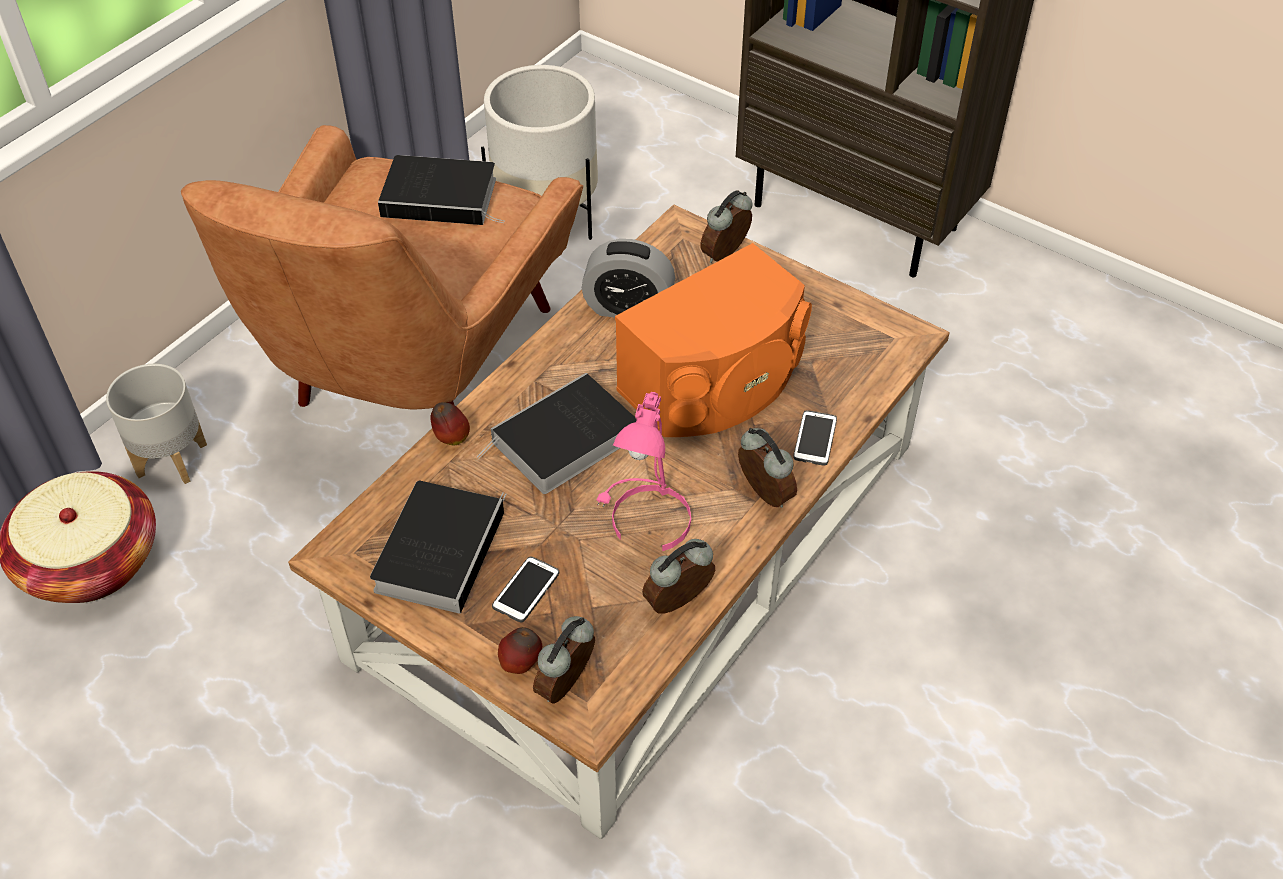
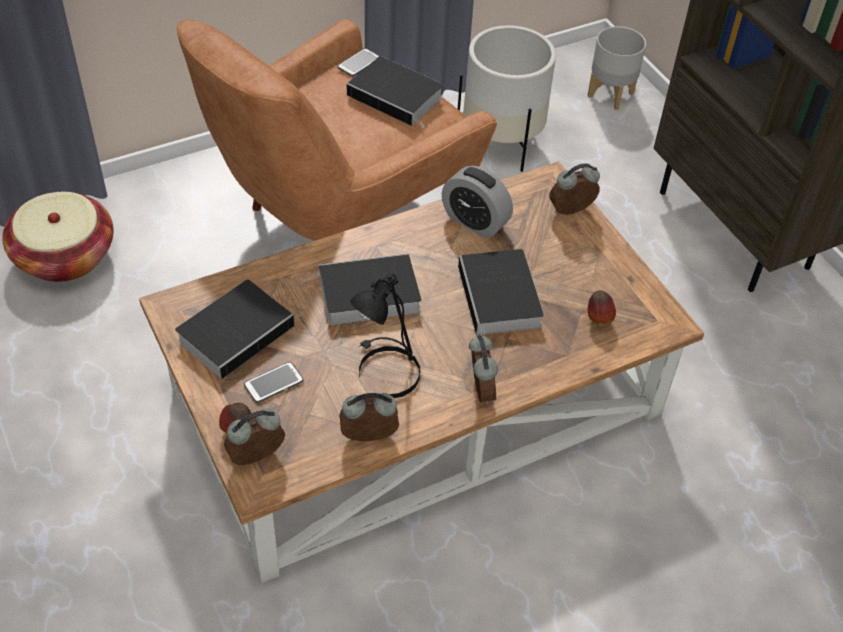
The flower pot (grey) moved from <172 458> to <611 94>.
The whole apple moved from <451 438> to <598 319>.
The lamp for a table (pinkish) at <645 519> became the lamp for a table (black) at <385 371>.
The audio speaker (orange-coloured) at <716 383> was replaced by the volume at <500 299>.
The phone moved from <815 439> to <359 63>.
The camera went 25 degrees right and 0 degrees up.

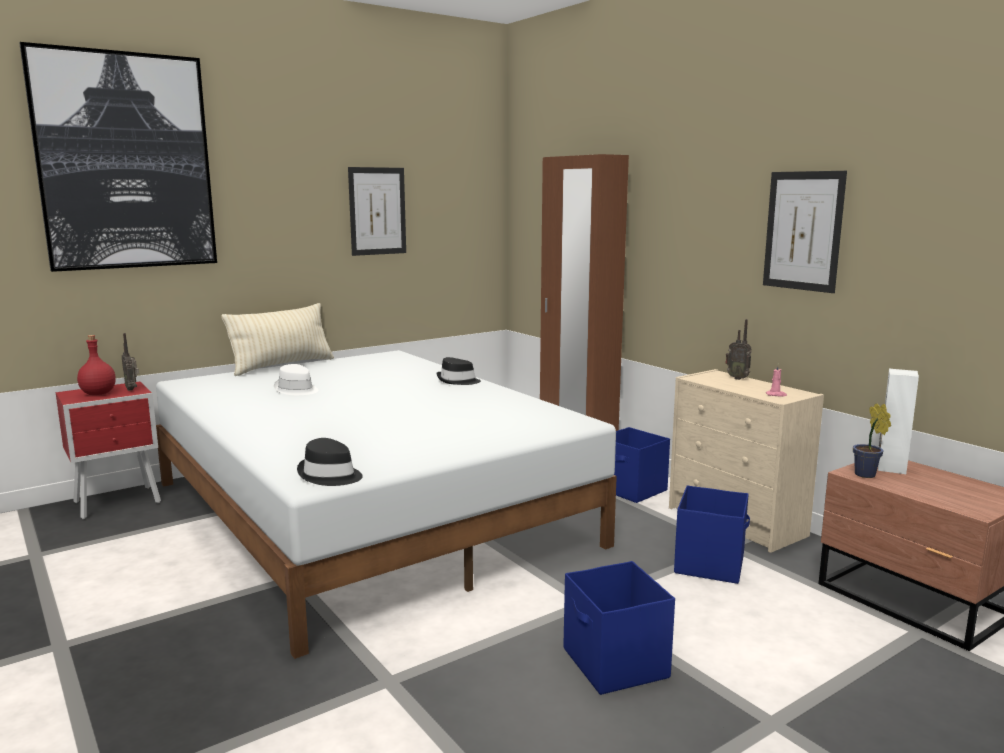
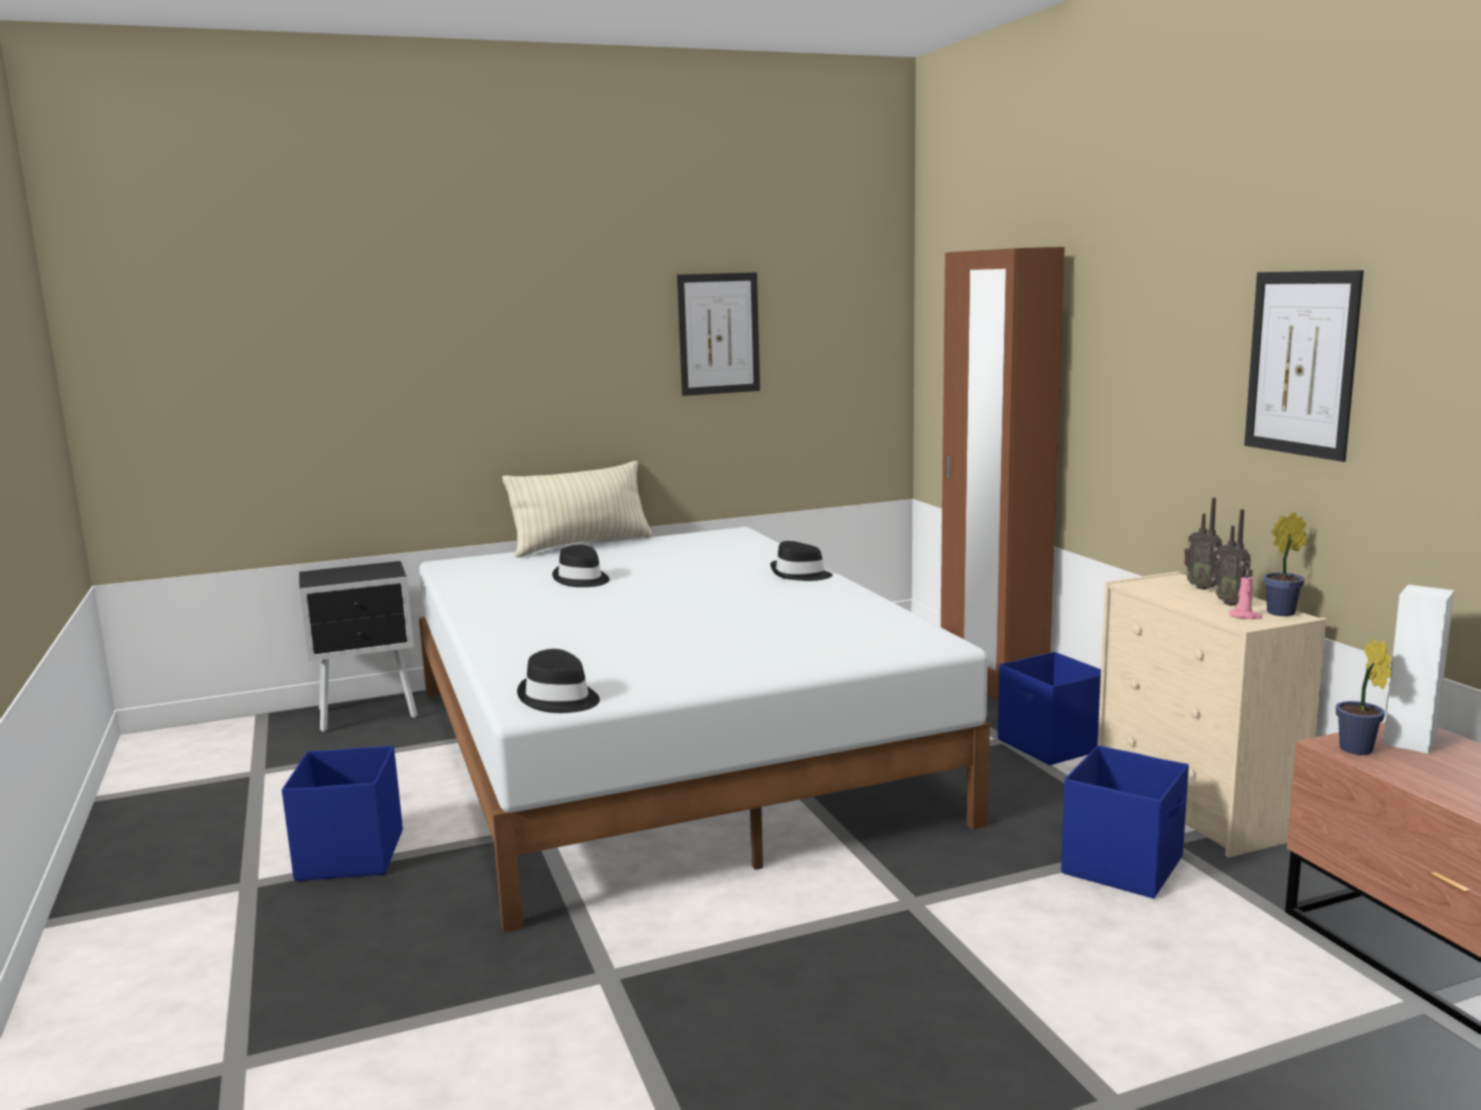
The picture at <125 162> disappeared.
The bedside table (red) at <119 503> became the bedside table (black) at <370 714>.
The bottle (red) at <98 394> disappeared.
The radio receiver moved from <132 389> to <1231 603>.
The wearable hat (whitish) at <296 390> became the wearable hat (black) at <581 580>.
The storage container (blue-coloured) moved from <615 664> to <349 856>.
The houseplant at <1284 612> appeared.
The camera went 15 degrees right and 0 degrees up.

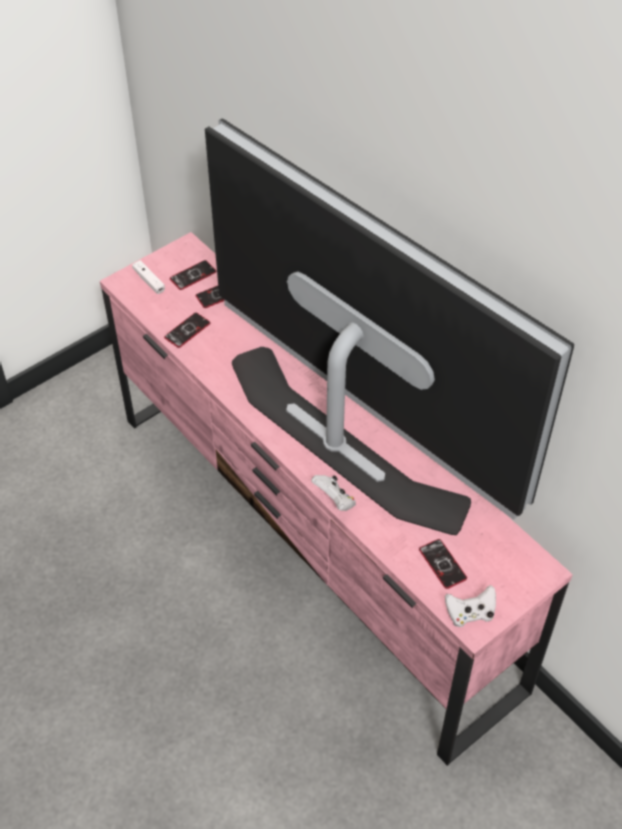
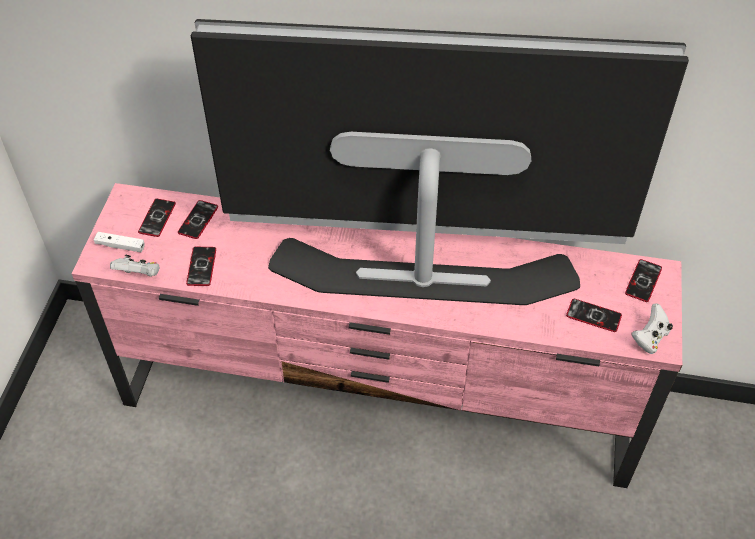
The gamepad (whitish) moved from <335 500> to <139 275>.
The phone at <643 281> appeared.
The camera went 40 degrees left and 0 degrees up.

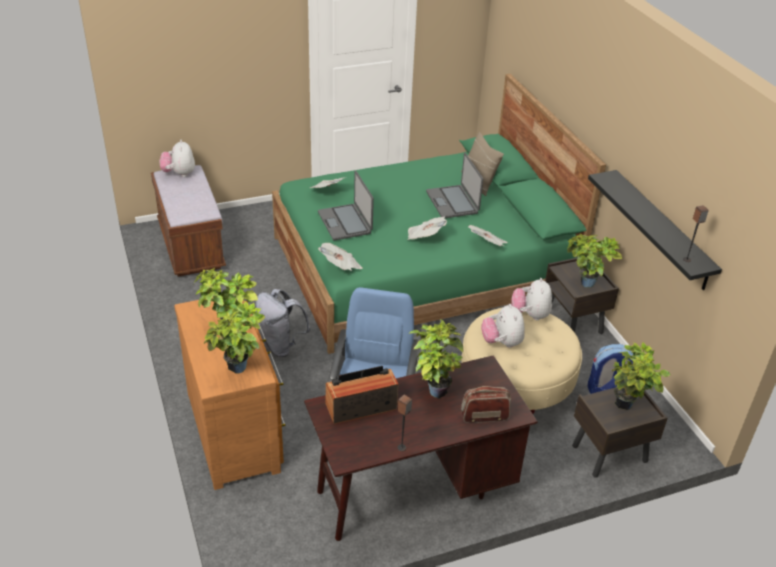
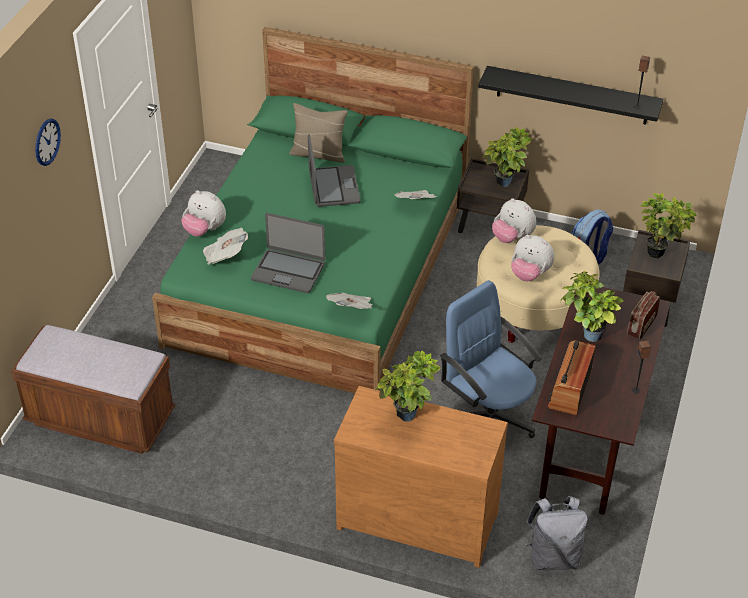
The plush toy moved from <179 174> to <205 230>.
The houseplant at <239 371> disappeared.
The rucksack (grey) moved from <280 345> to <553 557>.
The newspaper at <425 237> disappeared.
The notebook computer at <453 202> turned 120 degrees counterclockwise.
The wall clock at <47 142> appeared.
The camera went 50 degrees left and 5 degrees up.

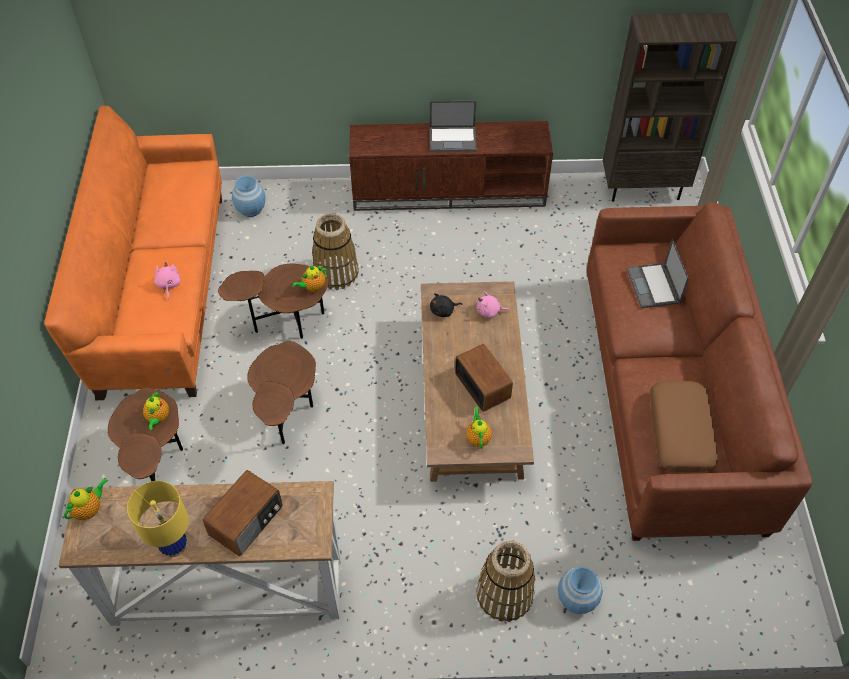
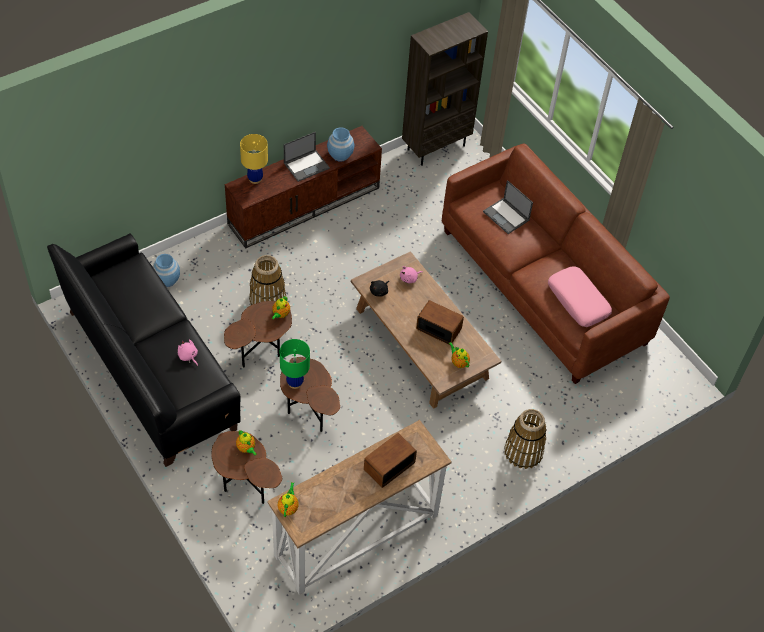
The sofa (orange-coloured) at <163 292> became the sofa (black) at <151 370>.
The lamp for a table (yellowish) moved from <174 546> to <255 179>.
The radio receiver at <247 521> turned 135 degrees counterclockwise.
The flower vase (blue-coloured) moved from <576 599> to <340 155>.
The pillow (brown-coloured) at <681 432> became the pillow (pinkish) at <578 301>.
The lamp for a table (green) at <294 383> appeared.
The camera went 35 degrees left and 0 degrees up.

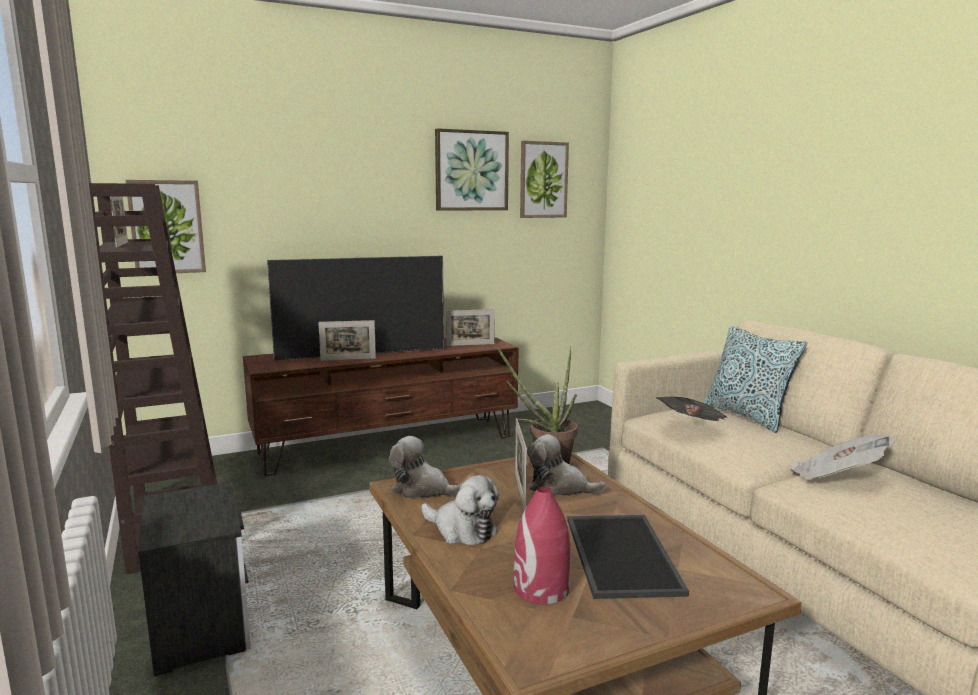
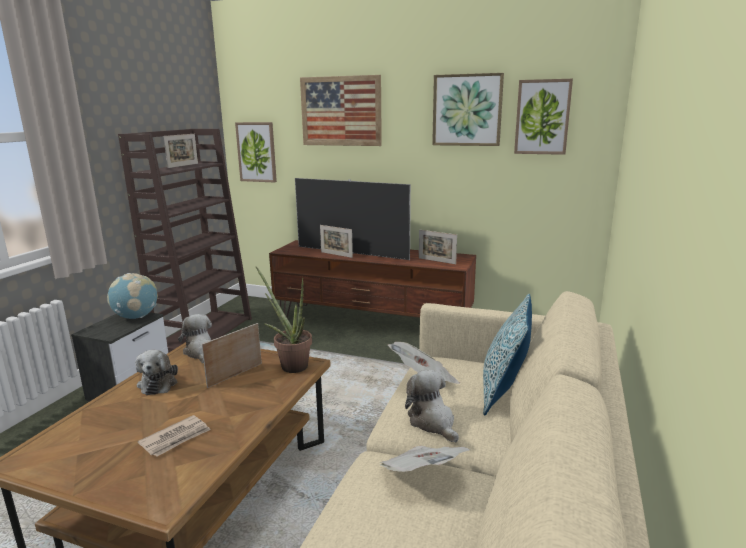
The flower vase (red) at <541 589> disappeared.
The plush toy moved from <560 487> to <432 422>.
The serving tray at <618 553> was replaced by the newspaper at <176 438>.
The globe at <136 317> appeared.
The picture at <341 111> appeared.
The camera went 45 degrees right and 5 degrees up.

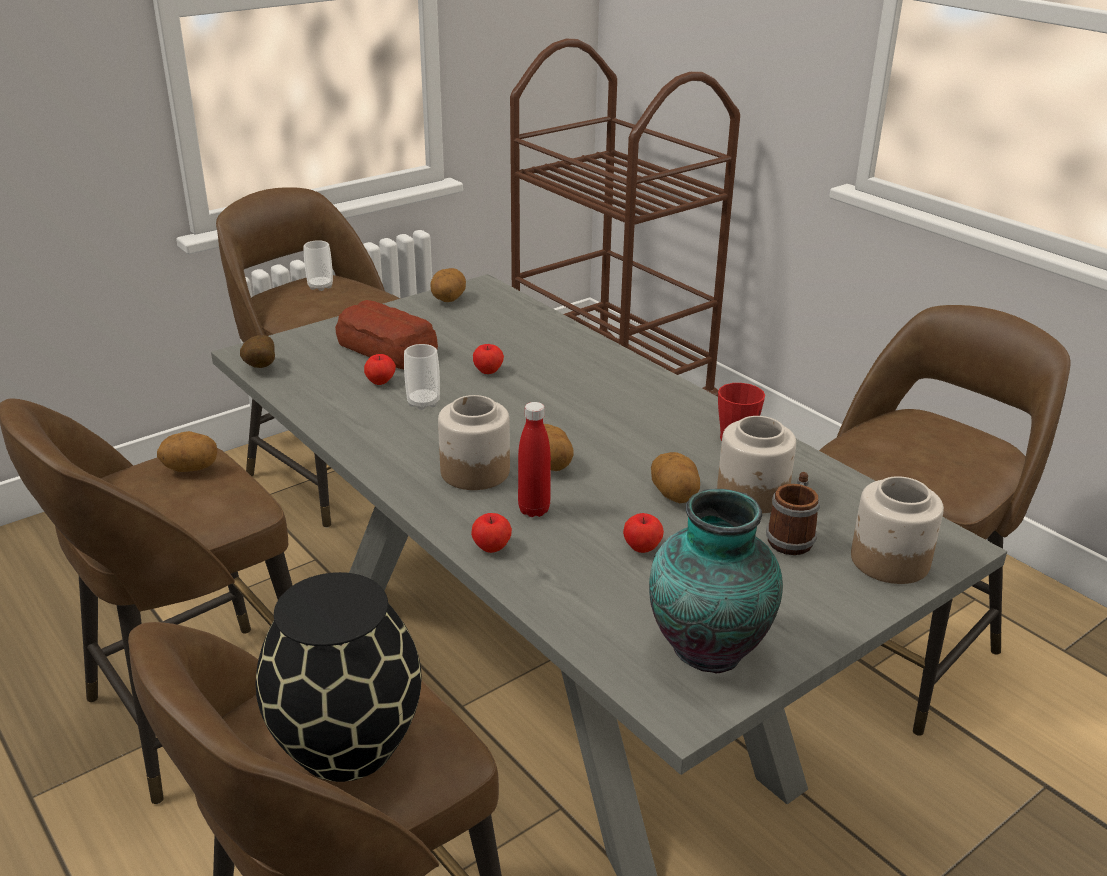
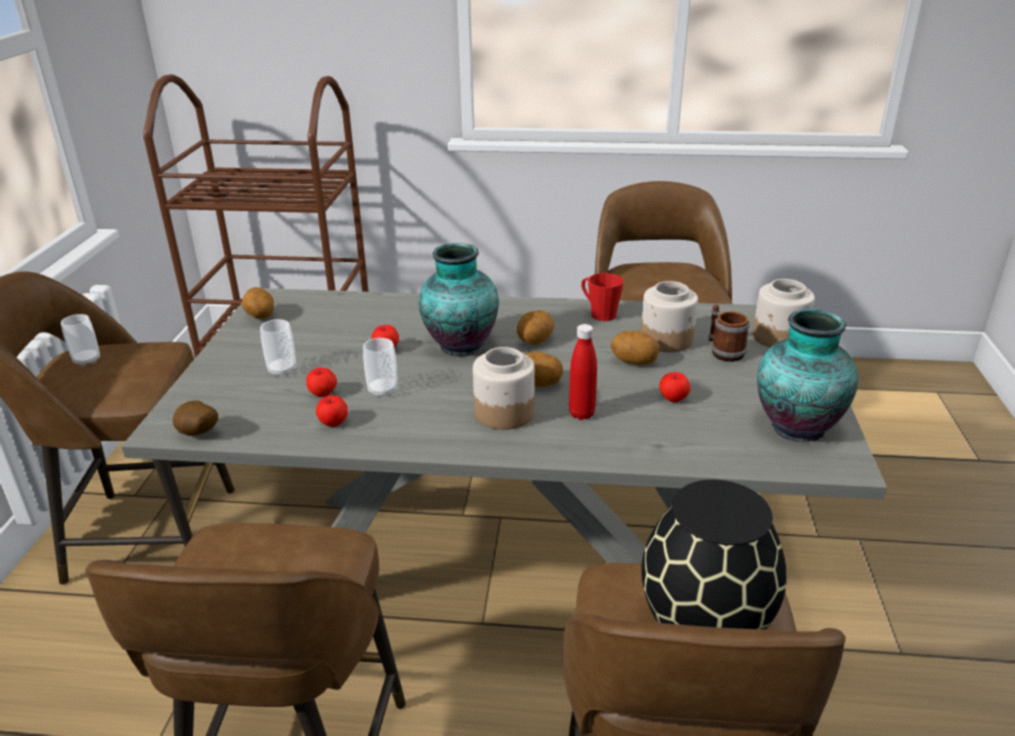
The potato moved from <191 468> to <534 341>.
The bread at <387 350> was replaced by the drinking cup at <282 370>.
The whole apple moved from <492 547> to <333 423>.
The flower vase at <459 346> appeared.
The camera went 45 degrees left and 0 degrees up.

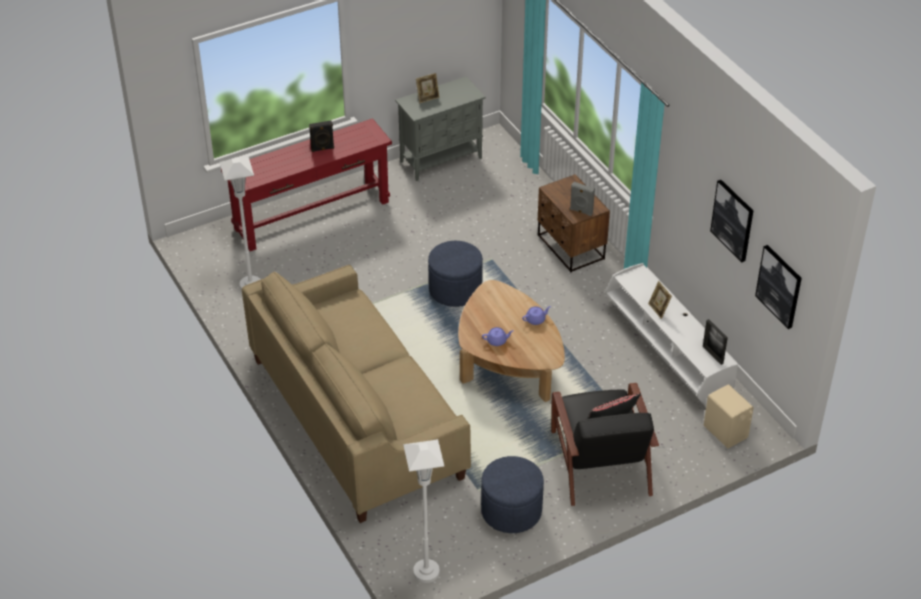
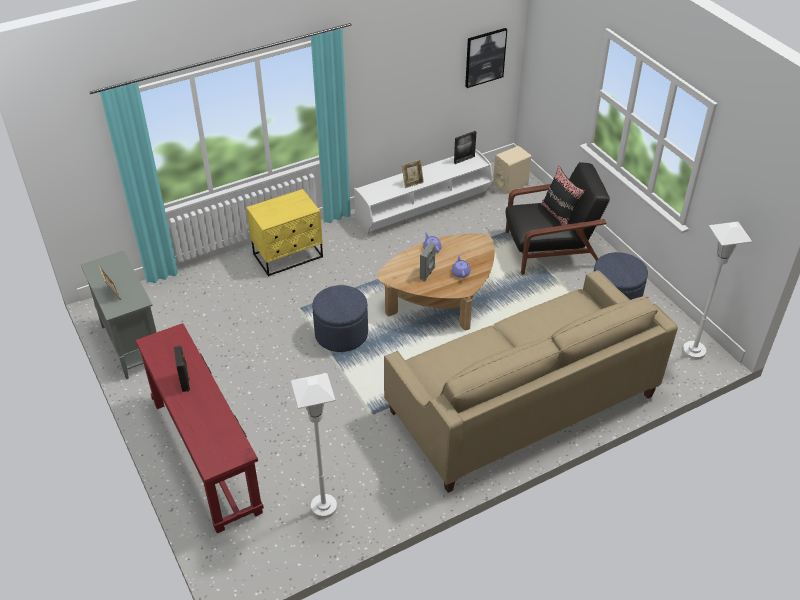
The bedside table (brown-coloured) at <570 248> became the bedside table (yellowish) at <288 256>.
The audio speaker (grey) moved from <581 211> to <427 273>.
The picture at <733 220> disappeared.
The camera went 90 degrees left and 0 degrees up.

